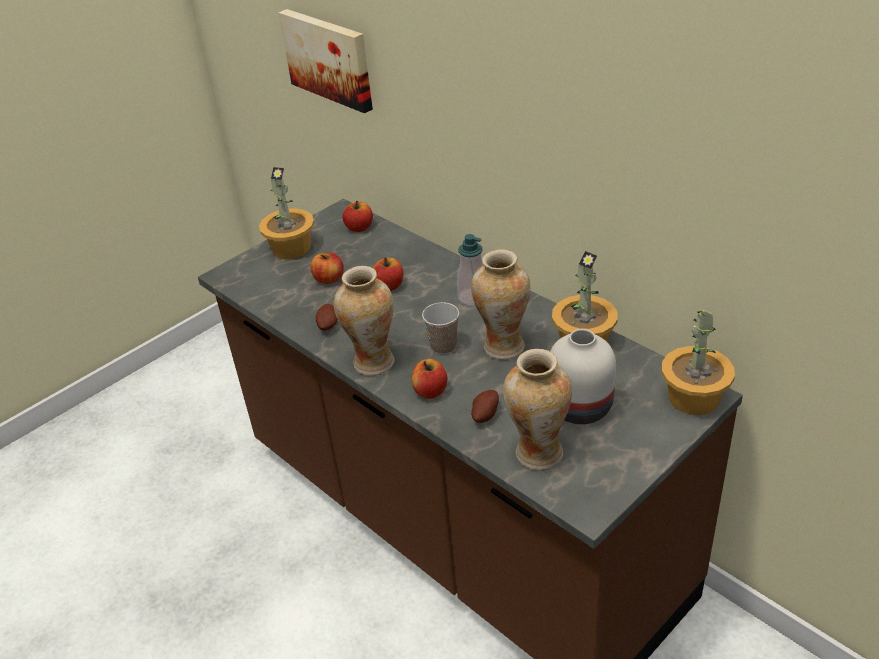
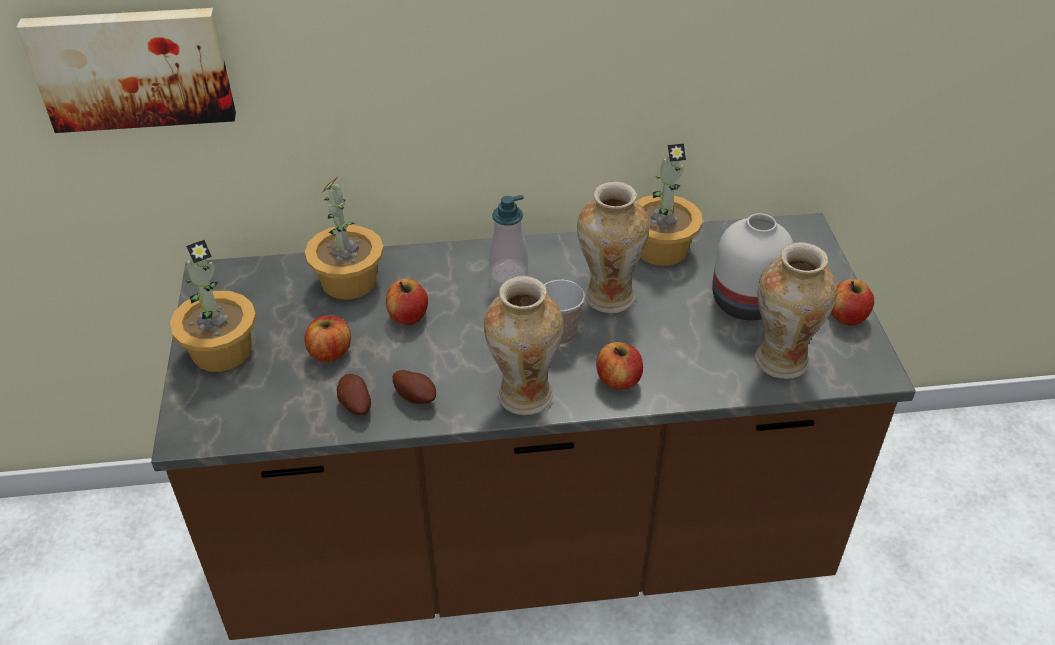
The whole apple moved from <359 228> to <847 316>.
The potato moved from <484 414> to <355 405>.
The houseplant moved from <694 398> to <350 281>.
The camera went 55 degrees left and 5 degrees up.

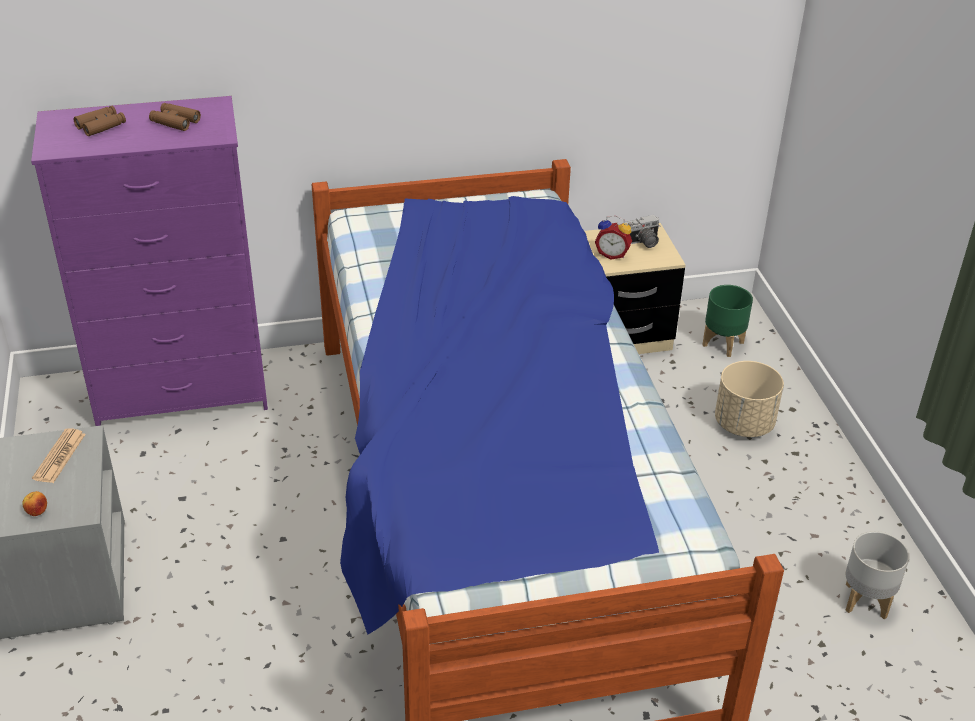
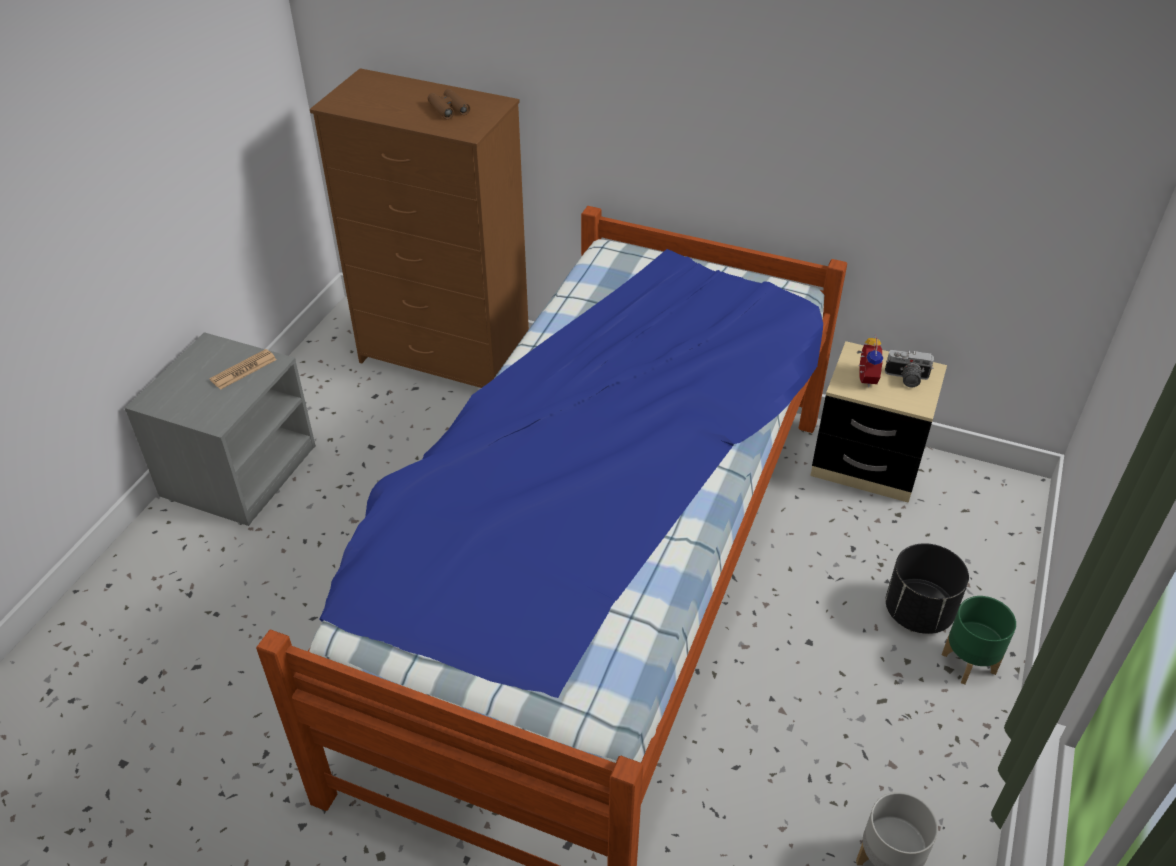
The whole apple at <37 512> disappeared.
The chest of drawers (purple-coloured) at <183 393> became the chest of drawers (brown-coloured) at <445 358>.
The pair of binoculars (brown-coloured) at <101 126> disappeared.
The bedside clock at <612 254> turned 135 degrees counterclockwise.
The flower pot (green) moved from <723 343> to <969 663>.
The flower pot (sand-coloured) at <744 424> became the flower pot (black) at <918 612>.
The camera went 35 degrees right and 5 degrees up.

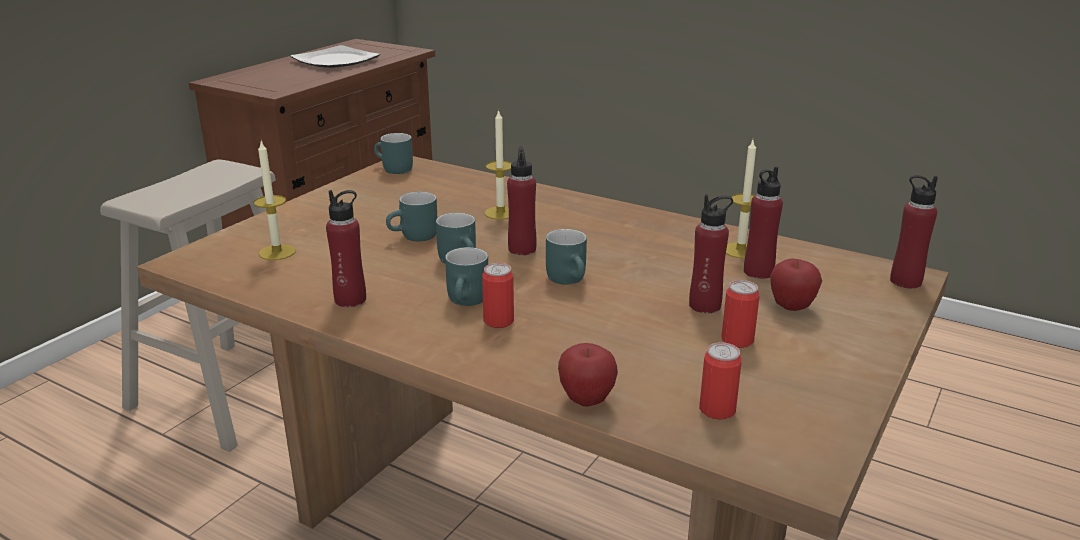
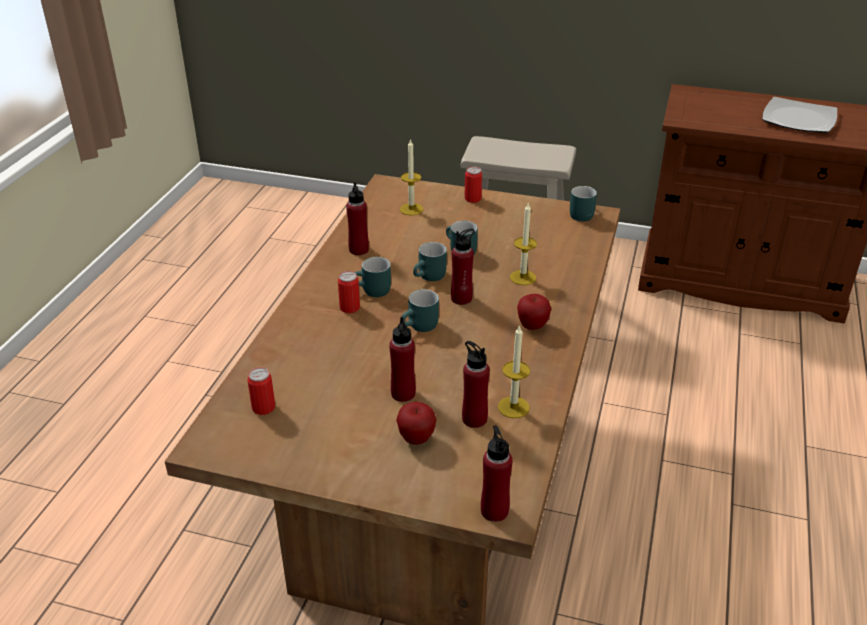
The whole apple moved from <586 400> to <532 326>.
The sealed can moved from <737 340> to <473 199>.
The camera went 75 degrees right and 10 degrees up.

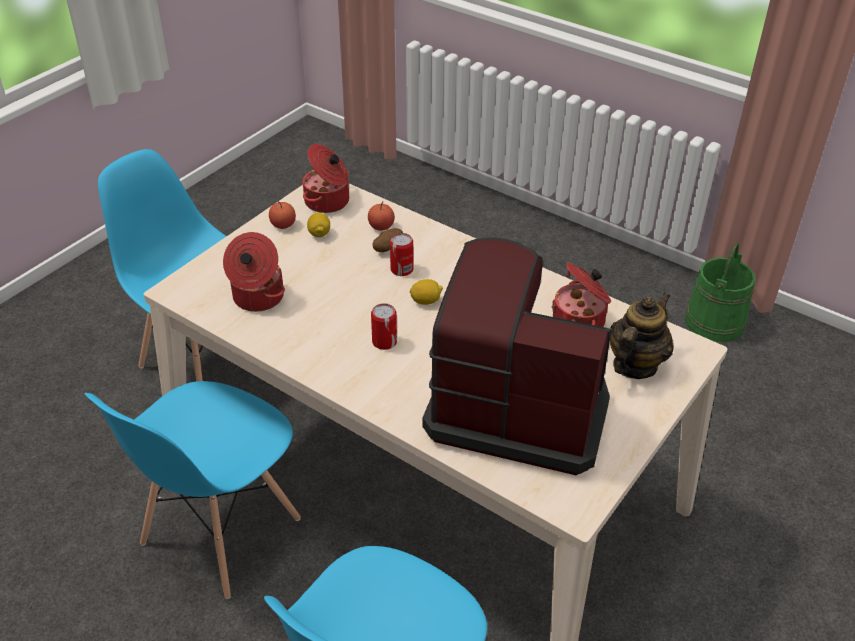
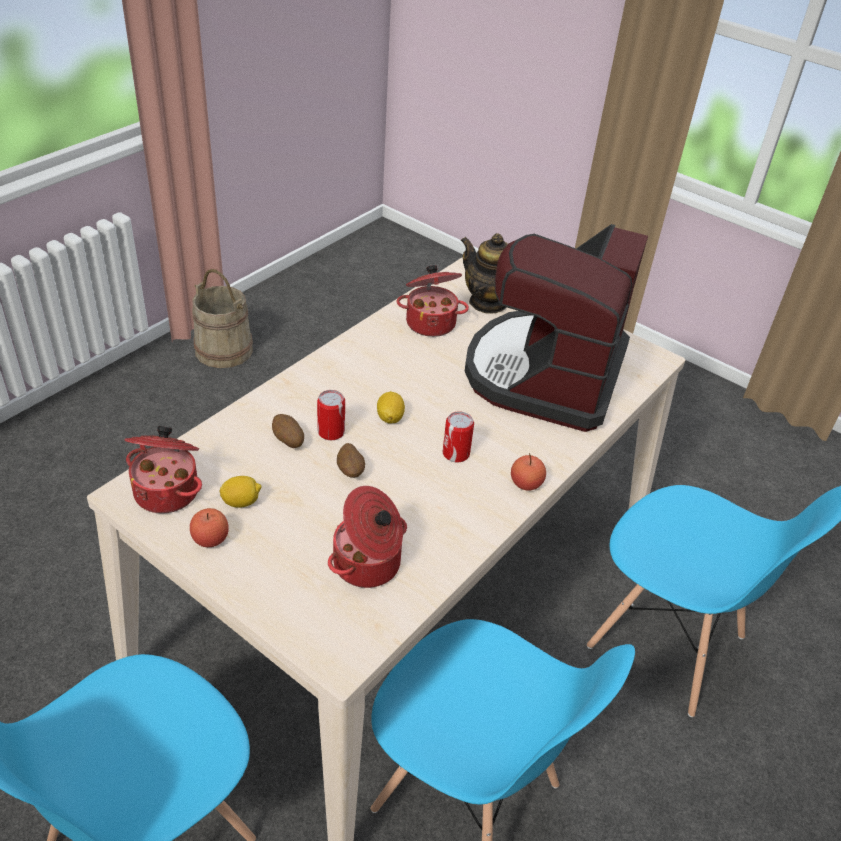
The whole apple moved from <381 226> to <526 483>.
The pail (green) at <714 321> became the pail (sand-coloured) at <223 350>.
The potato at <350 471> appeared.
The camera went 90 degrees left and 0 degrees up.

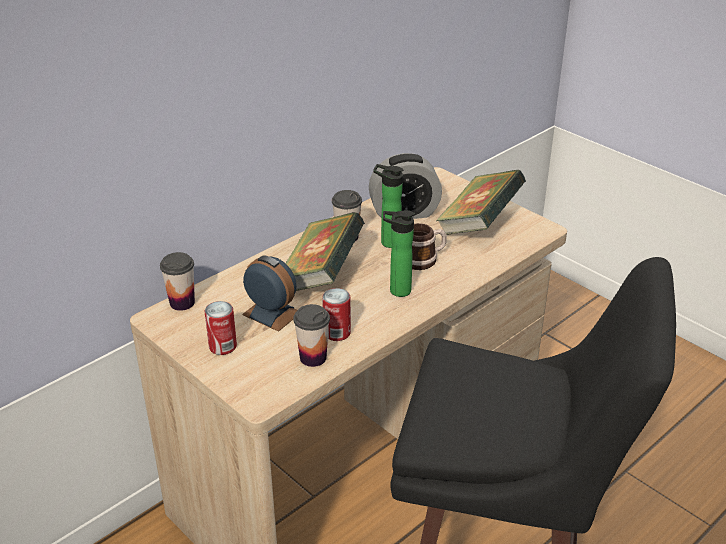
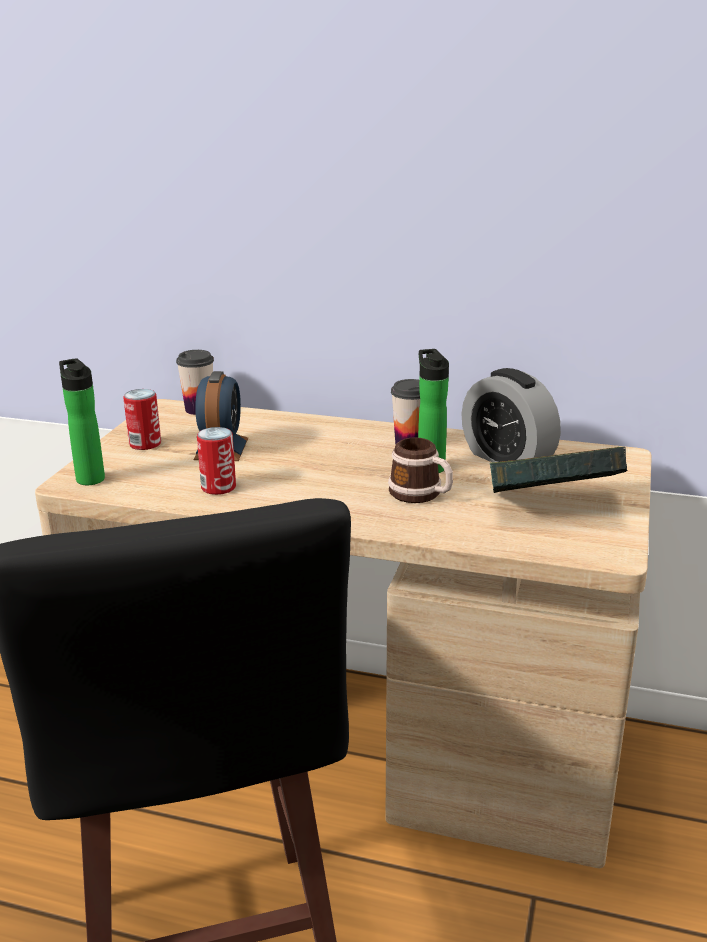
The volume at <321 276> disappeared.
The drinking cup at <313 358> disappeared.
The bottle moved from <396 291> to <89 478>.
The camera went 60 degrees right and 10 degrees down.

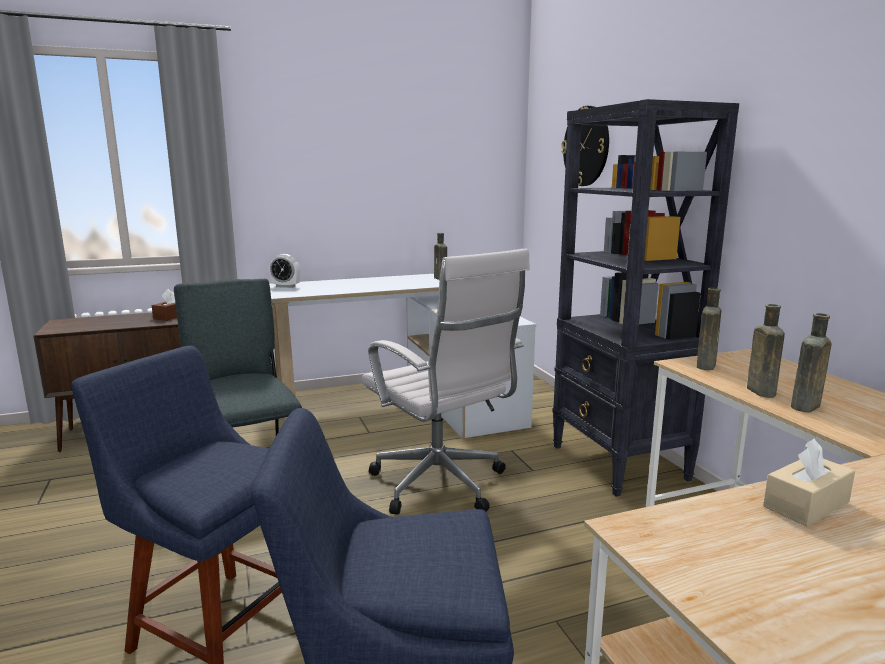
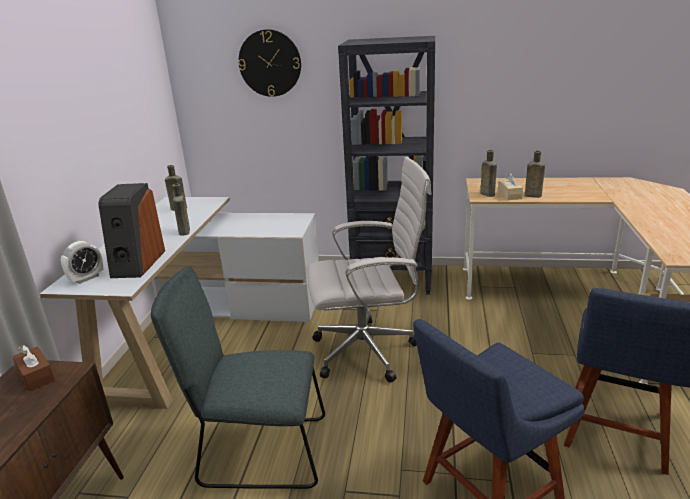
The tissue box (sand-coloured) moved from <806 504> to <509 195>.
The bottle (brown-coloured) moved from <804 407> to <184 232>.
The audio speaker at <137 263> appeared.
The camera went 60 degrees left and 10 degrees up.

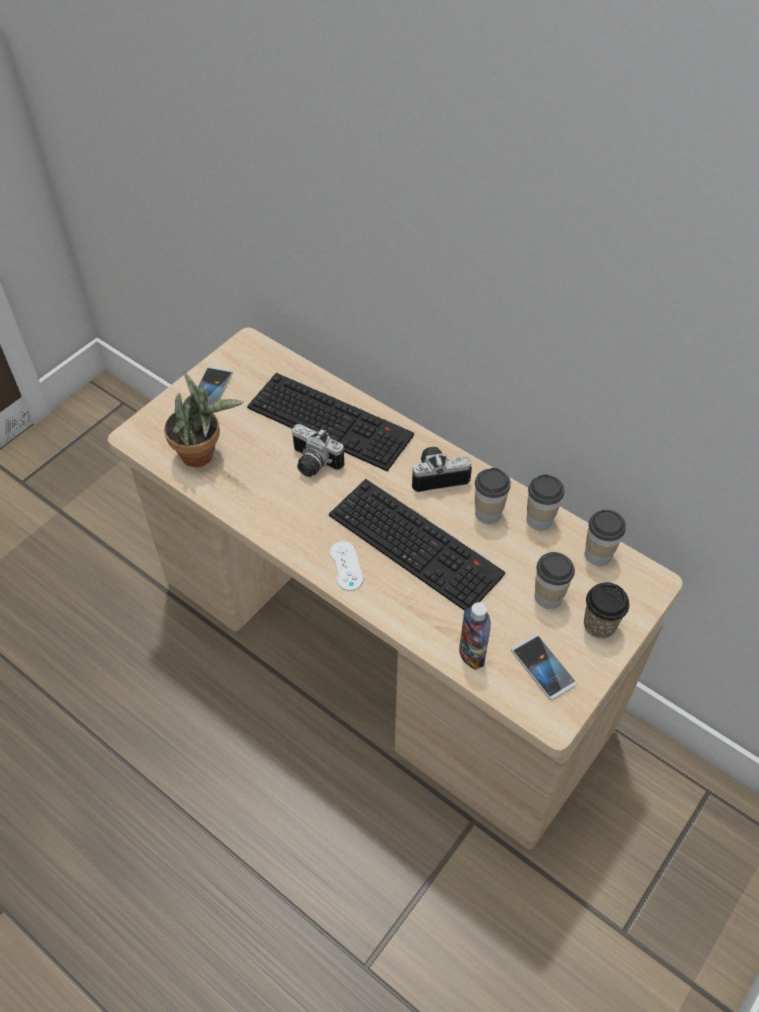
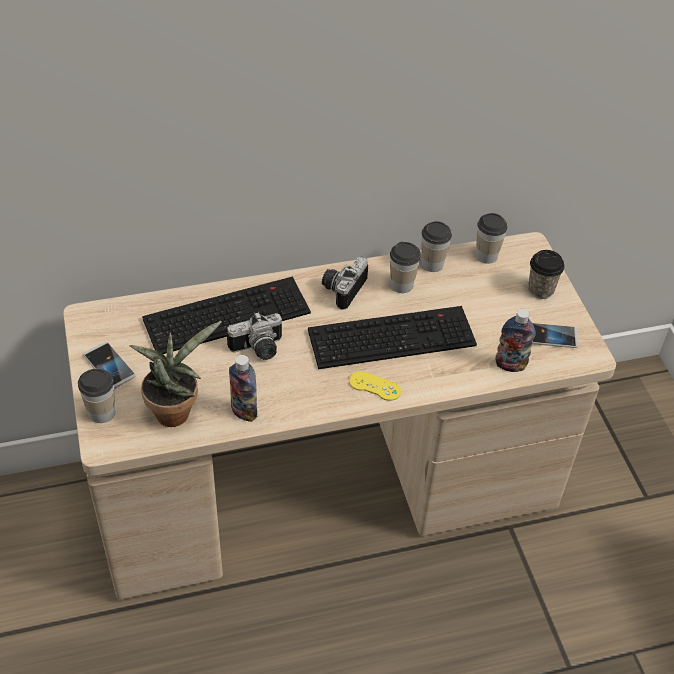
The gamepad (whitish) at <346 566> became the gamepad (yellowish) at <374 386>.
The drinking cup moved from <548 597> to <102 413>.
The bottle at <244 411> appeared.
The camera went 55 degrees left and 5 degrees down.

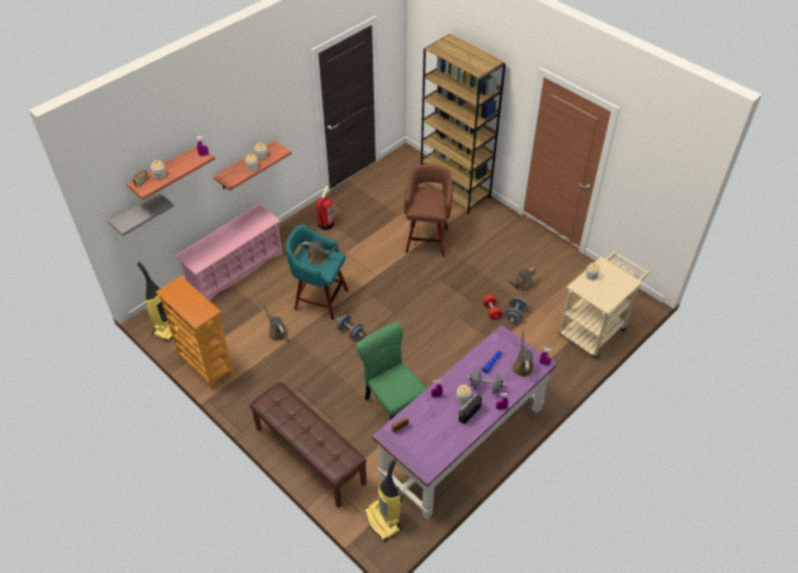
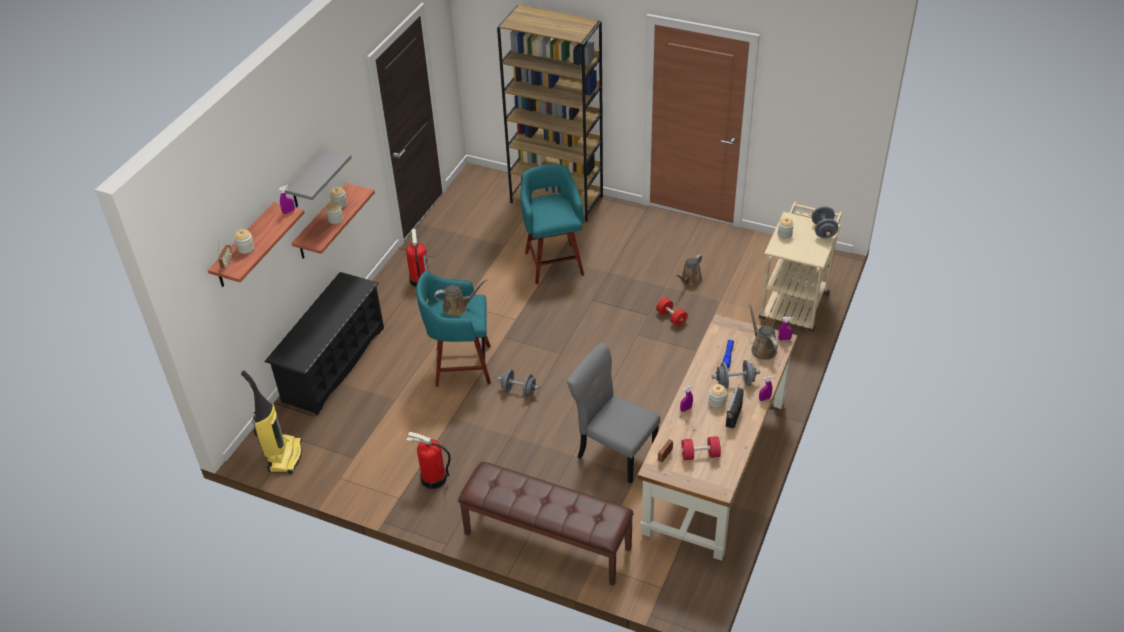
The bracket shelf (grey) moved from <136 214> to <307 180>.
The bookcase at <206 366> disappeared.
The shoe shelf (pinkish) at <235 269> became the shoe shelf (black) at <333 364>.
The sprinkling can (brown-coloured) at <276 332> disappeared.
The upright chair (green) at <393 404> became the upright chair (grey) at <614 452>.
The hoover at <384 520> disappeared.
The desk table (purple-coloured) at <462 442> became the desk table (brown-coloured) at <716 466>.
The sitting stool (brown-coloured) at <427 239> became the sitting stool (turquoise) at <554 262>.
The hand weight (grey) moved from <515 315> to <823 231>.
The fire extinguisher at <433 478> appeared.
The hand weight (red) at <700 455> appeared.
The camera went 20 degrees left and 5 degrees down.

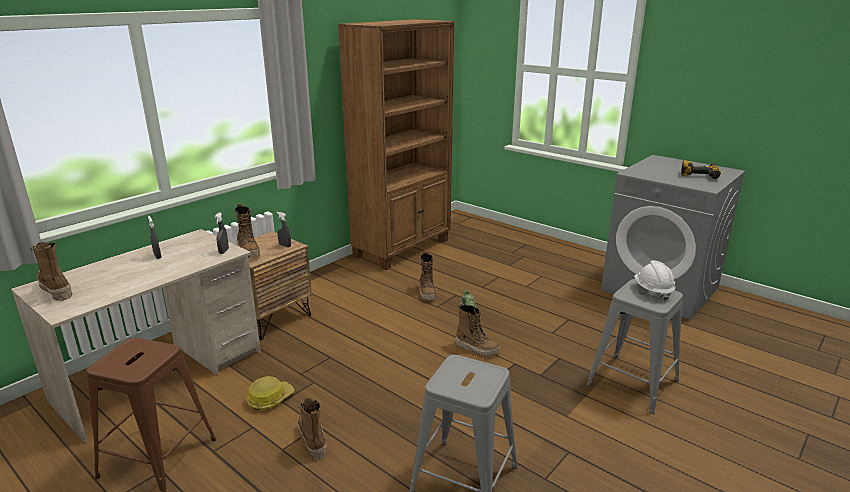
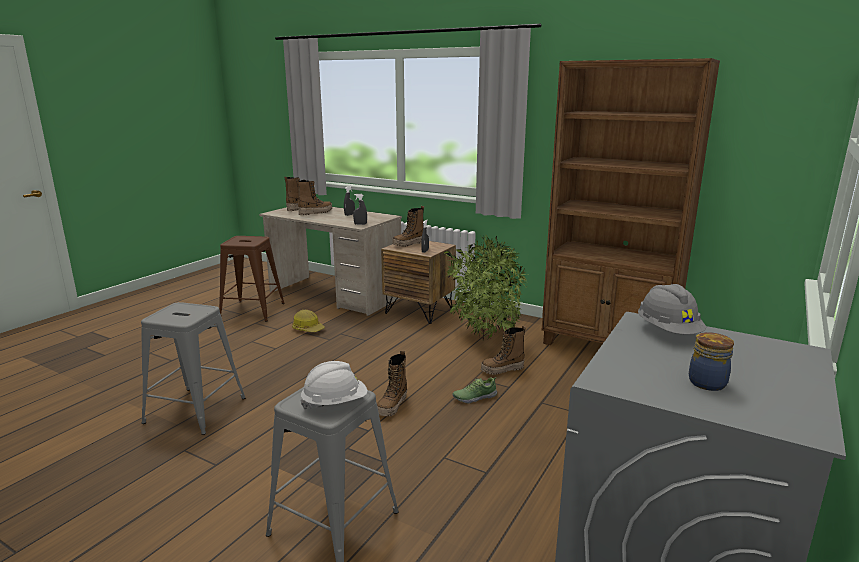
The boot moved from <312 440> to <315 212>.
The power drill at <699 174> was replaced by the storage jar at <706 382>.
The houseplant at <484 337> appeared.
The safety helmet (grey) at <668 332> appeared.
The camera went 80 degrees right and 5 degrees down.

